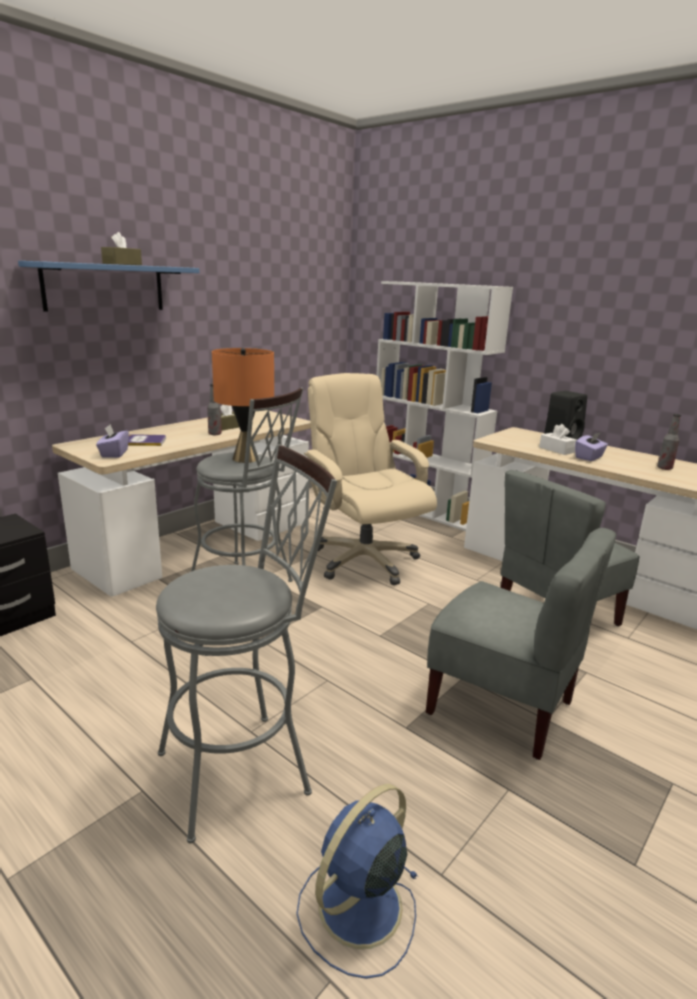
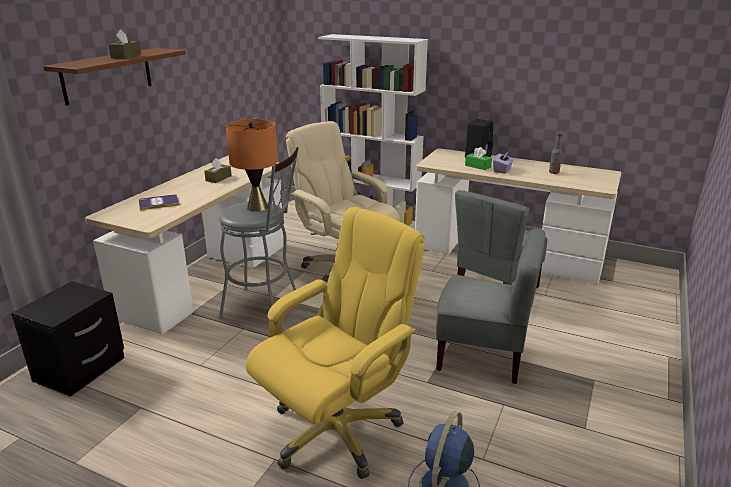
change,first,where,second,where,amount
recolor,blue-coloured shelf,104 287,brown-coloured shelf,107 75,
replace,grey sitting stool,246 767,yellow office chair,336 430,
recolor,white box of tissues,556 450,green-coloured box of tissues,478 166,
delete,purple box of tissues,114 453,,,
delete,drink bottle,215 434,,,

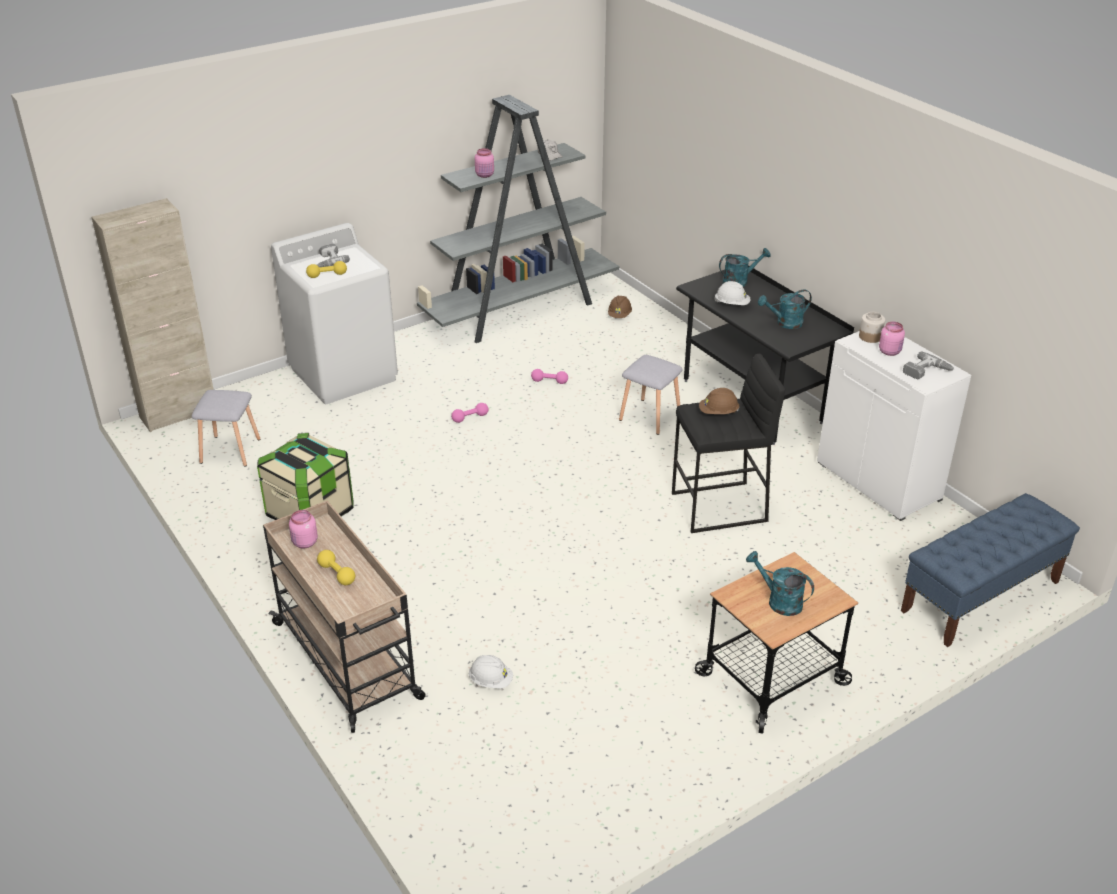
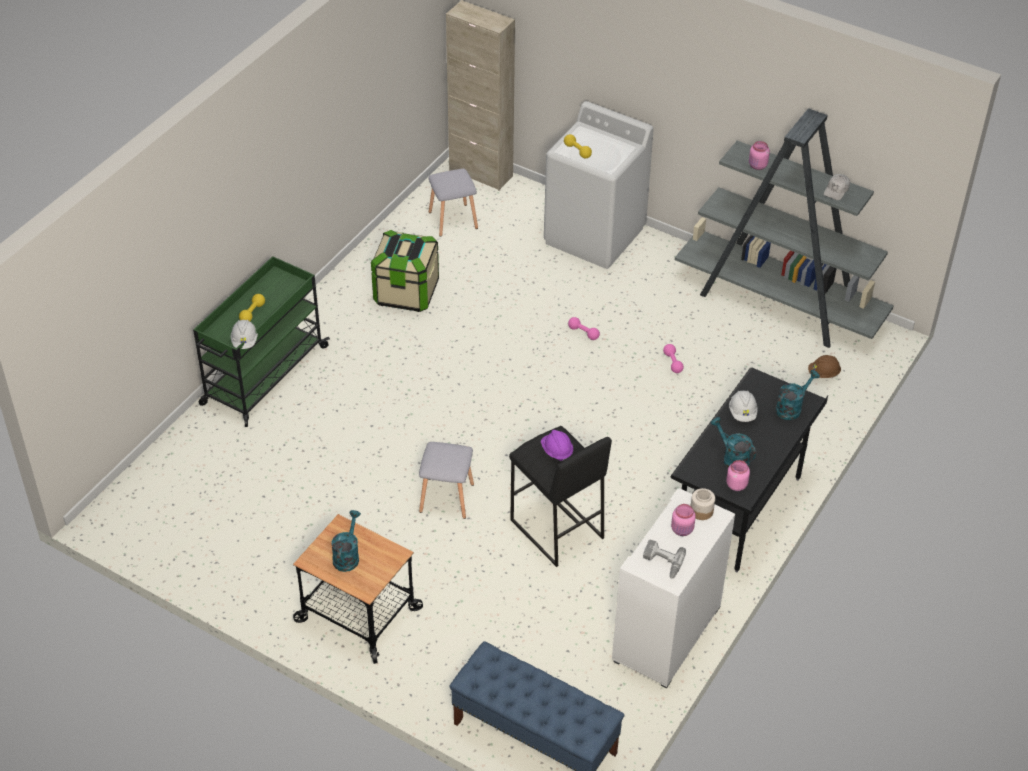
change,first,where,second,where,amount
recolor,sand-coloured trolley,348 662,green-coloured trolley,263 376,
move,white safety helmet,491 681,,244 341,
move,grey sitting stool,649 416,,446 497,
recolor,brown-coloured safety helmet,718 412,purple safety helmet,556 451,
move,pink jar,304 543,,735 485,
rotate,blue-green watering can,739 281,,792 407,90 degrees counterclockwise
delete,drill,328 261,,,

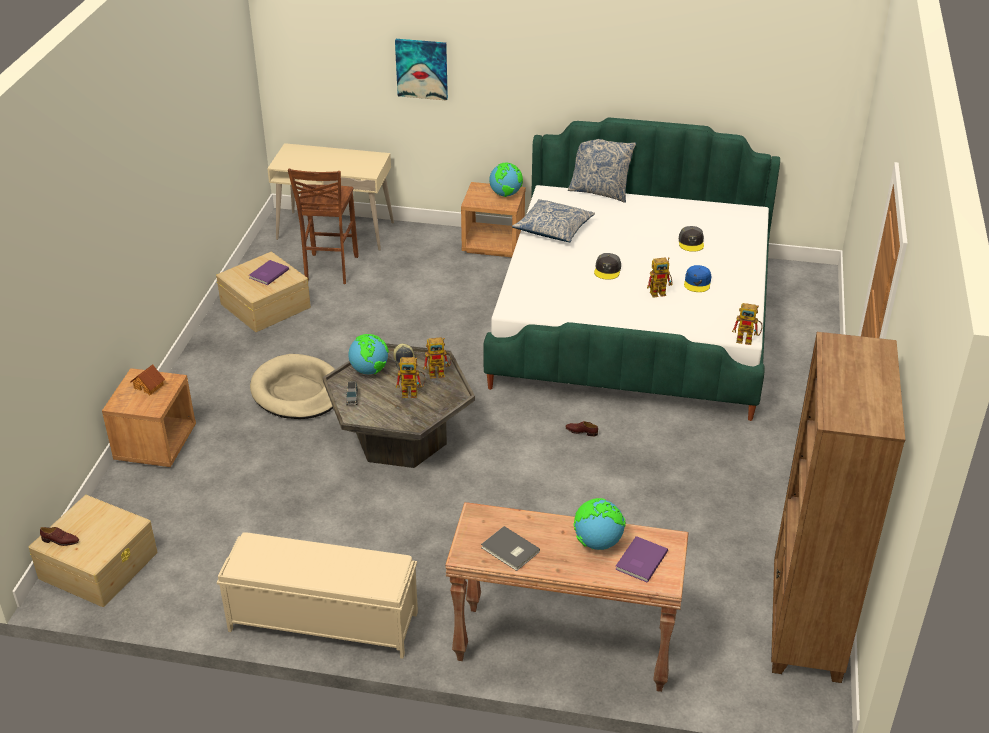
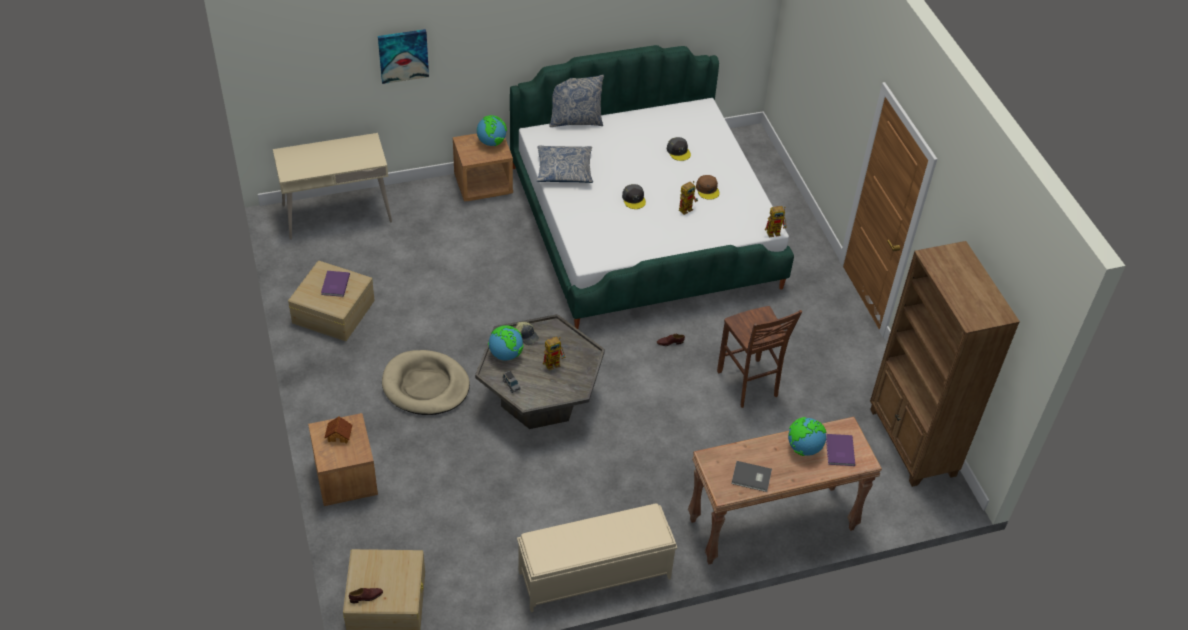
change,first,where,second,where,amount
recolor,blue-coloured cap,697 282,brown-coloured cap,707 189,
move,brown-coloured sitting stool,329 270,,748 385,
delete,model robot,440 373,,,

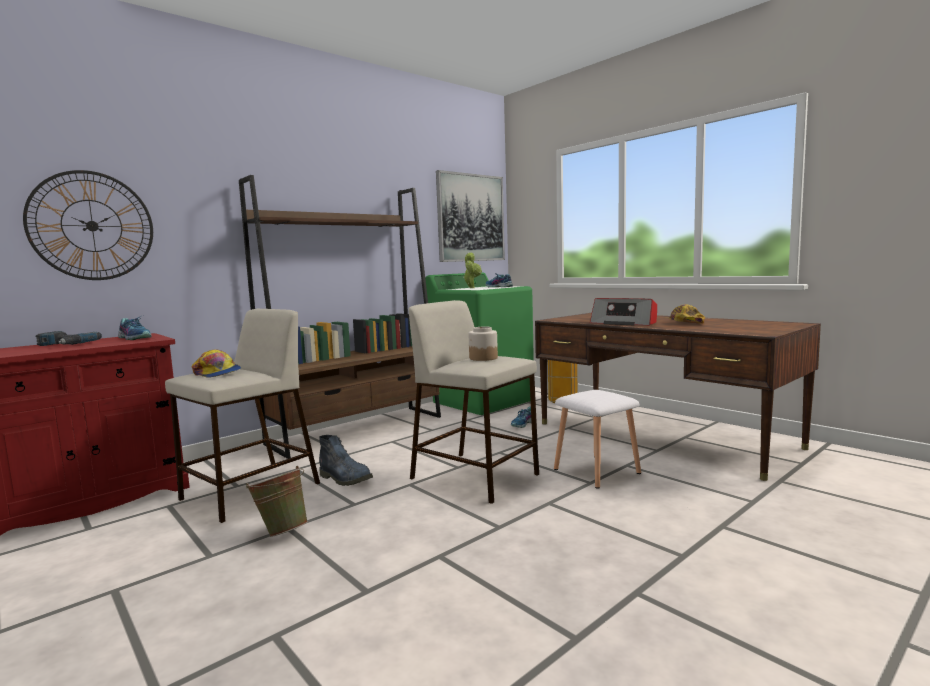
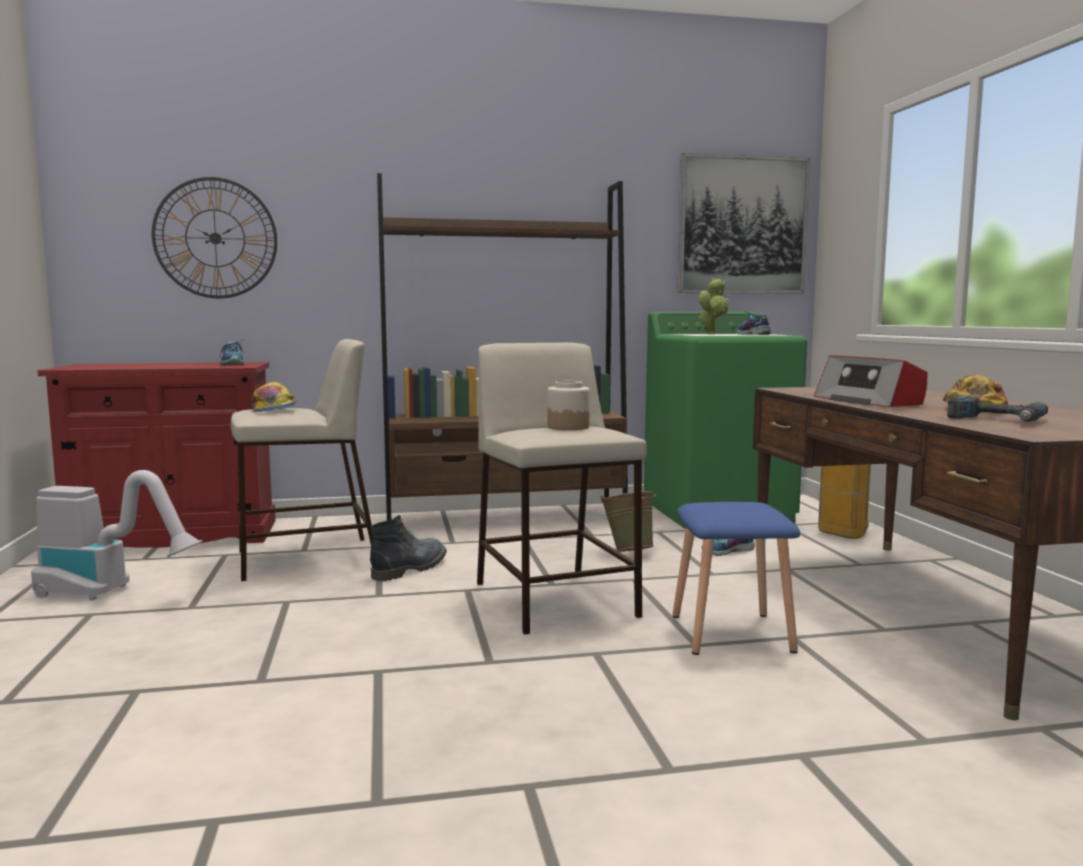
change,first,where,second,where,amount
insert,,,vacuum cleaner,110 593,
rotate,boot,346 479,,410 568,120 degrees counterclockwise
move,green-coloured bucket,282 531,,629 551,
recolor,white sitting stool,595 471,blue-coloured sitting stool,729 632,
move,drill,64 344,,994 420,

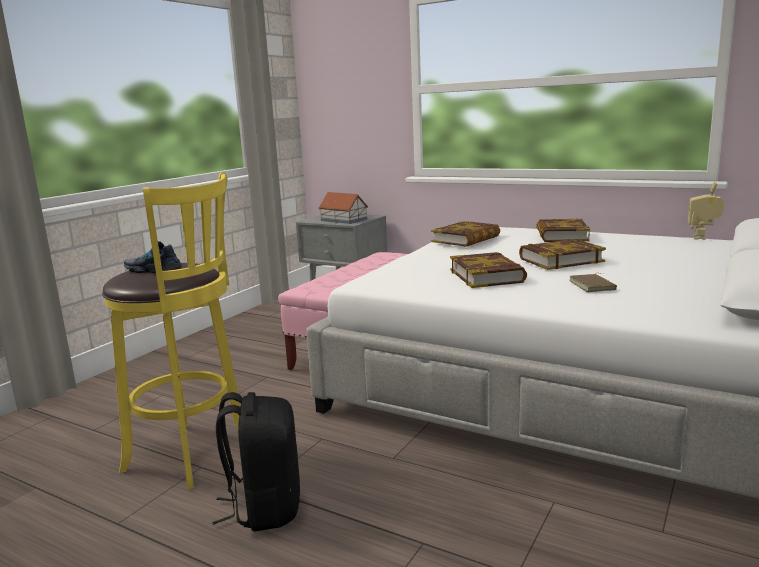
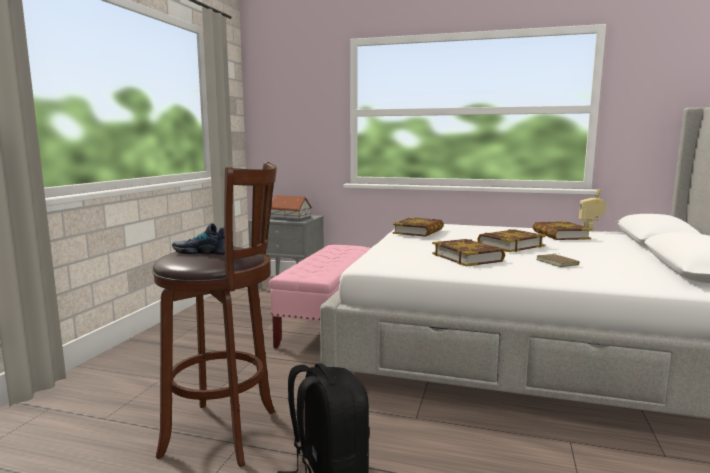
change,first,where,second,where,amount
recolor,yellow sitting stool,193 455,brown-coloured sitting stool,226 433,
move,volume,561 236,,560 235,

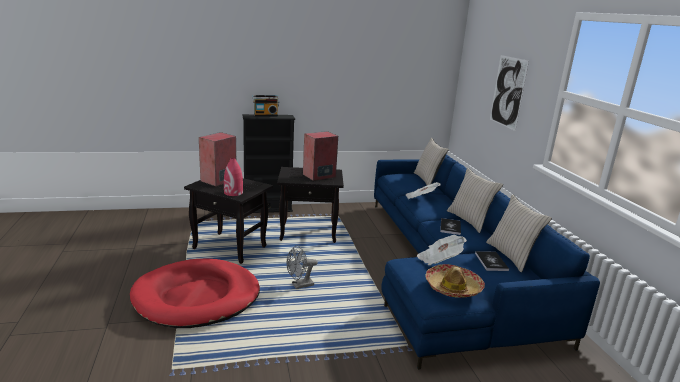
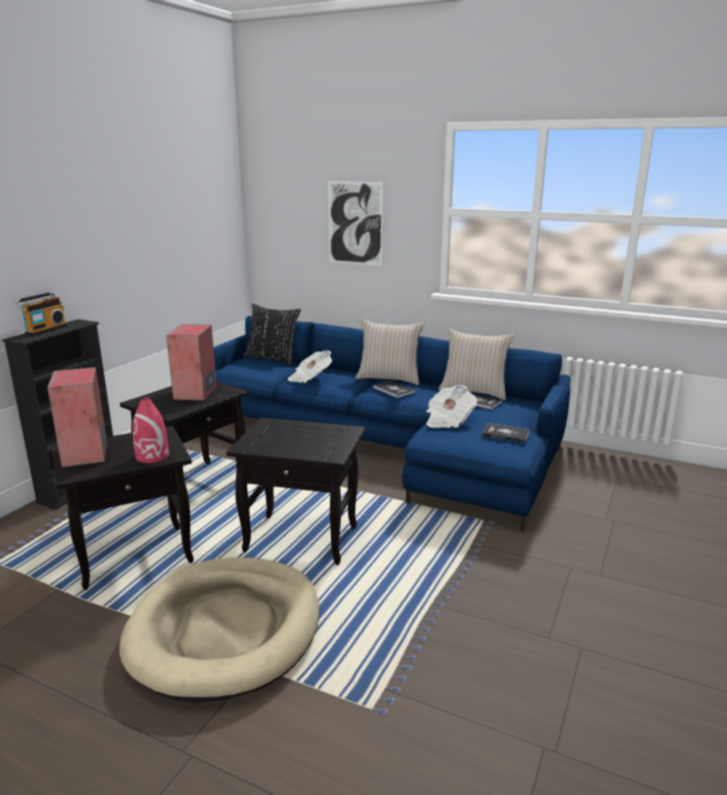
change,first,where,second,where,amount
recolor,red dog bed,197 297,sand-coloured dog bed,226 630,
replace,grey electric fan,299 285,black accent table,303 538,
recolor,sand-coloured throw pillow,427 180,black throw pillow,272 359,
replace,clothing hat,453 287,volume,505 434,

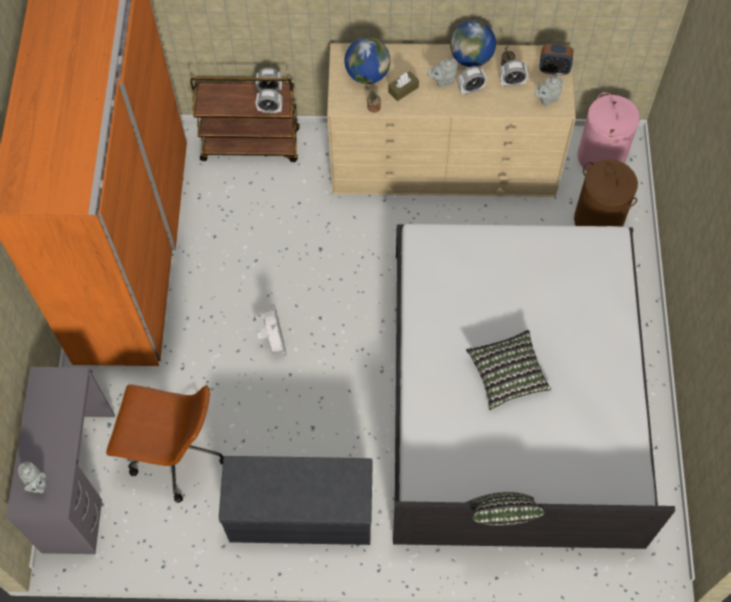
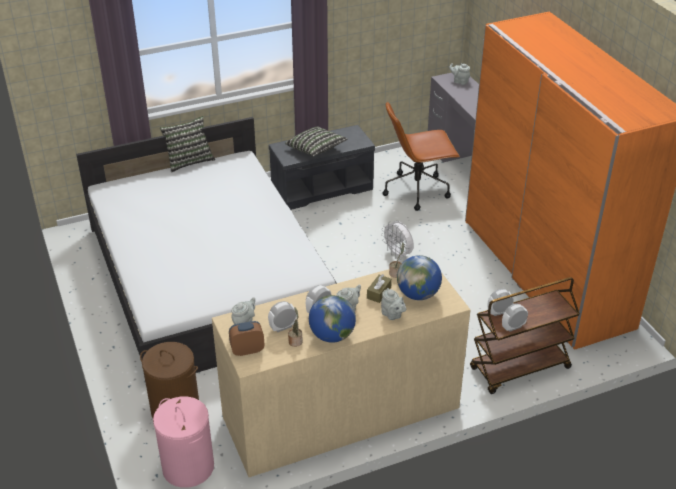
change,first,where,second,where,amount
move,throw pillow,507 375,,316 149,
insert,,,grey tea pot,392 315,

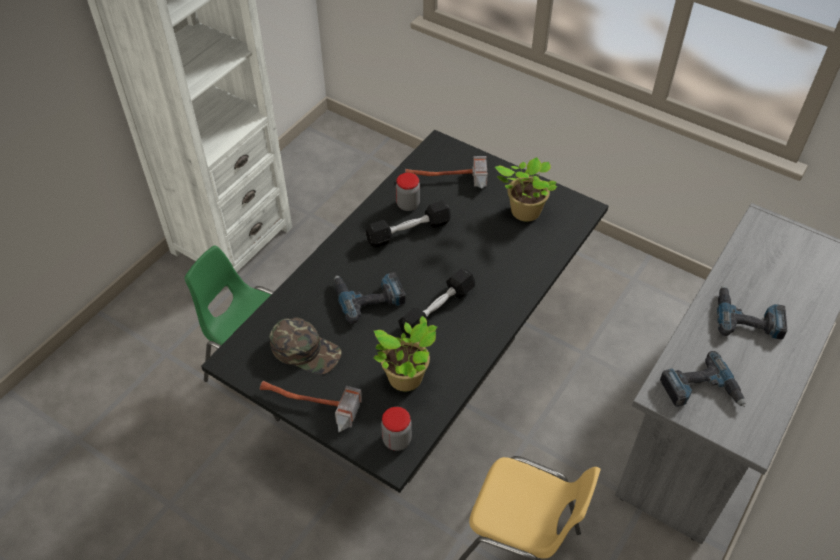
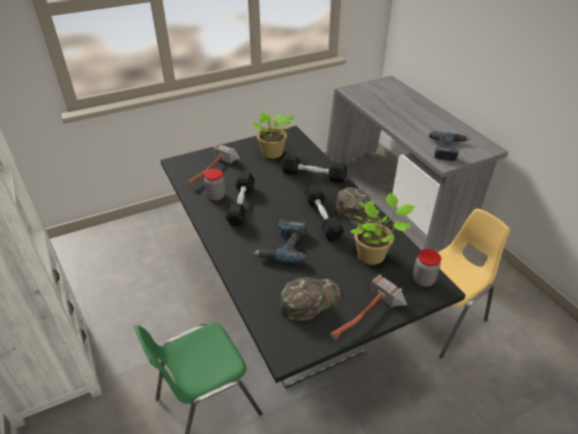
change,first,where,second,where,amount
insert,,,black free weight,313 175,
insert,,,green-coloured cap,359 213,
delete,drill,747 317,,,

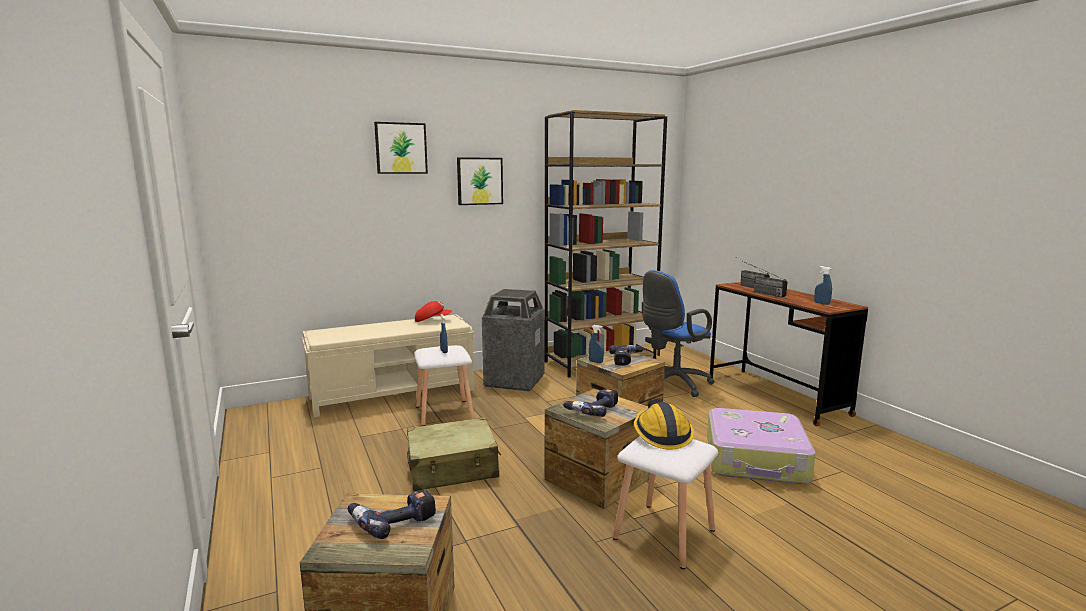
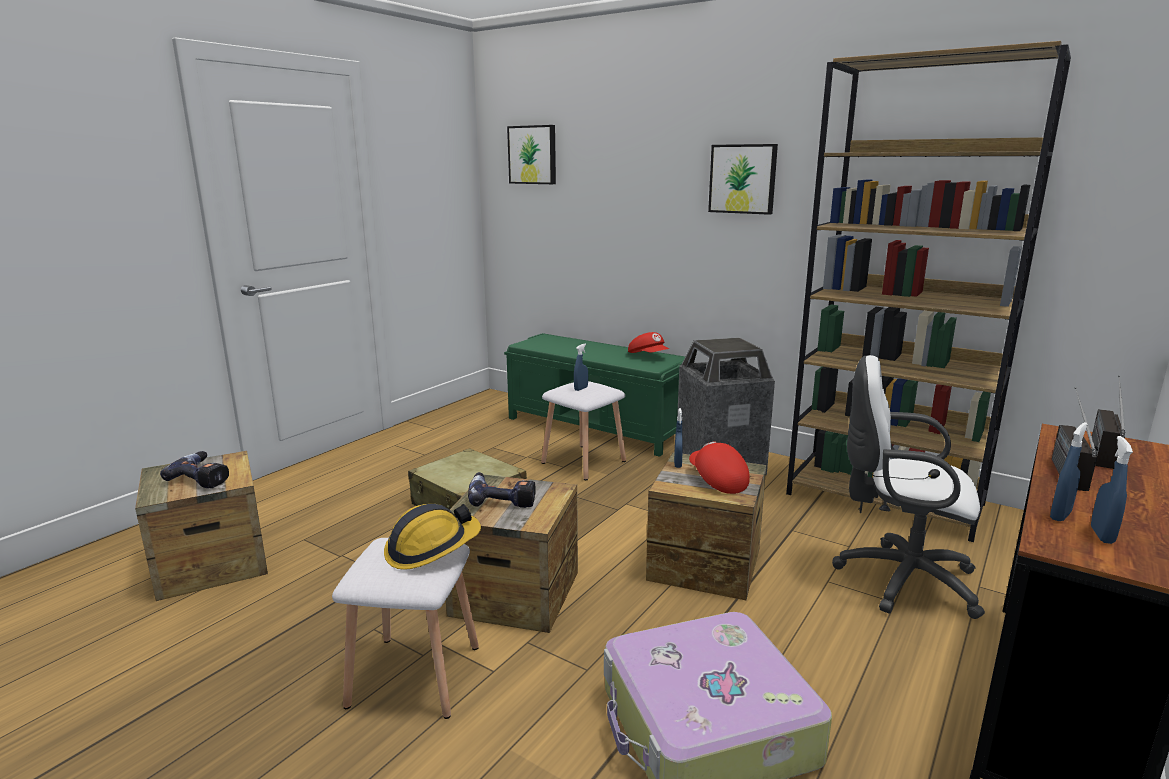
change,first,where,second,where,amount
recolor,sand-coloured long seat,394 393,green-coloured long seat,597 427,
move,wall picture,401 148,,533 155,
replace,drill,627 360,red cap,716 480,
recolor,blue-coloured office chair,672 385,white office chair,899 579,
insert,,,blue-coloured hand sprayer,1060 515,

